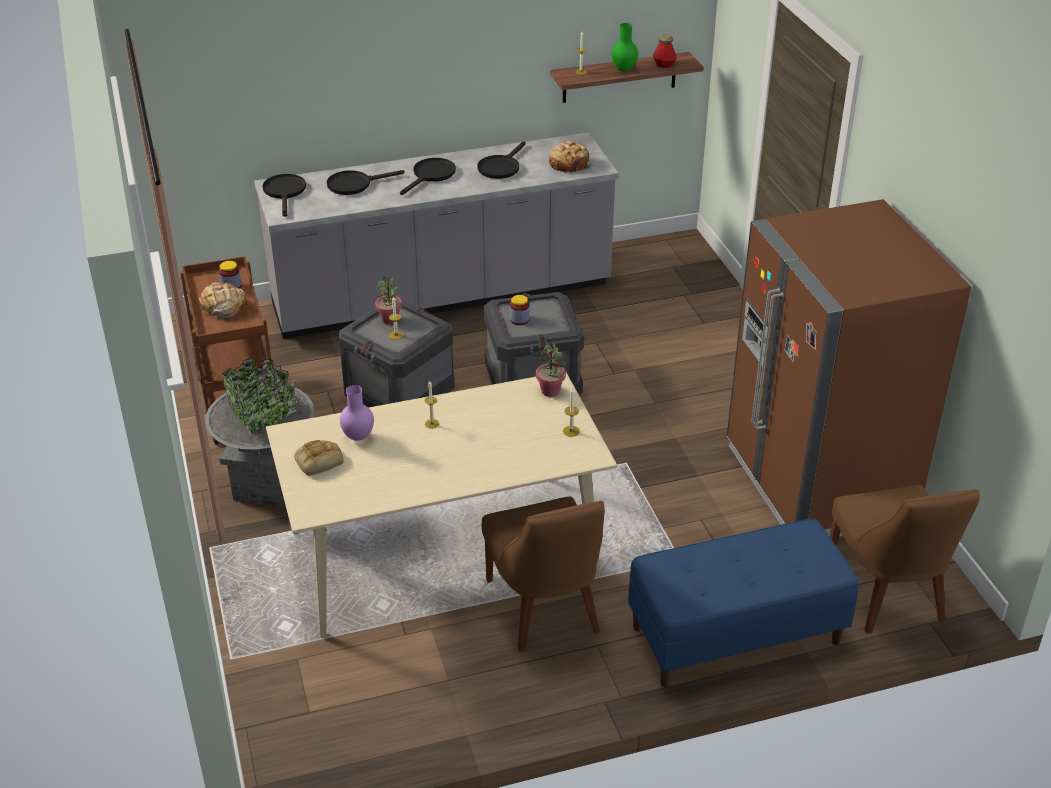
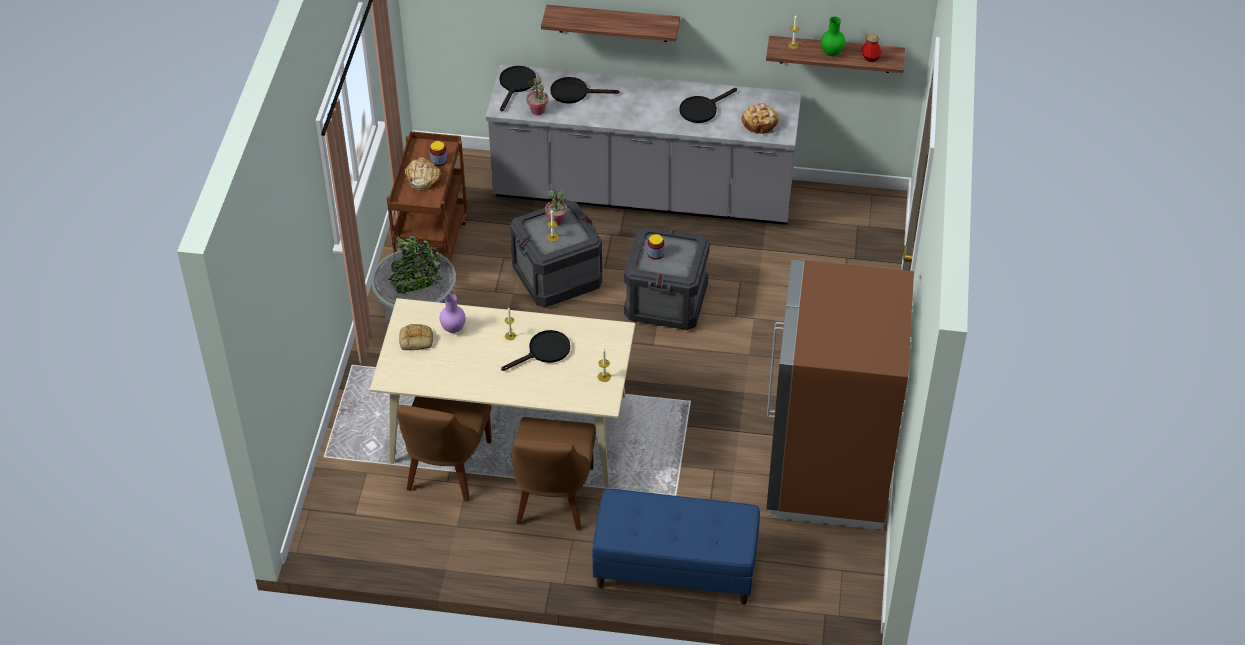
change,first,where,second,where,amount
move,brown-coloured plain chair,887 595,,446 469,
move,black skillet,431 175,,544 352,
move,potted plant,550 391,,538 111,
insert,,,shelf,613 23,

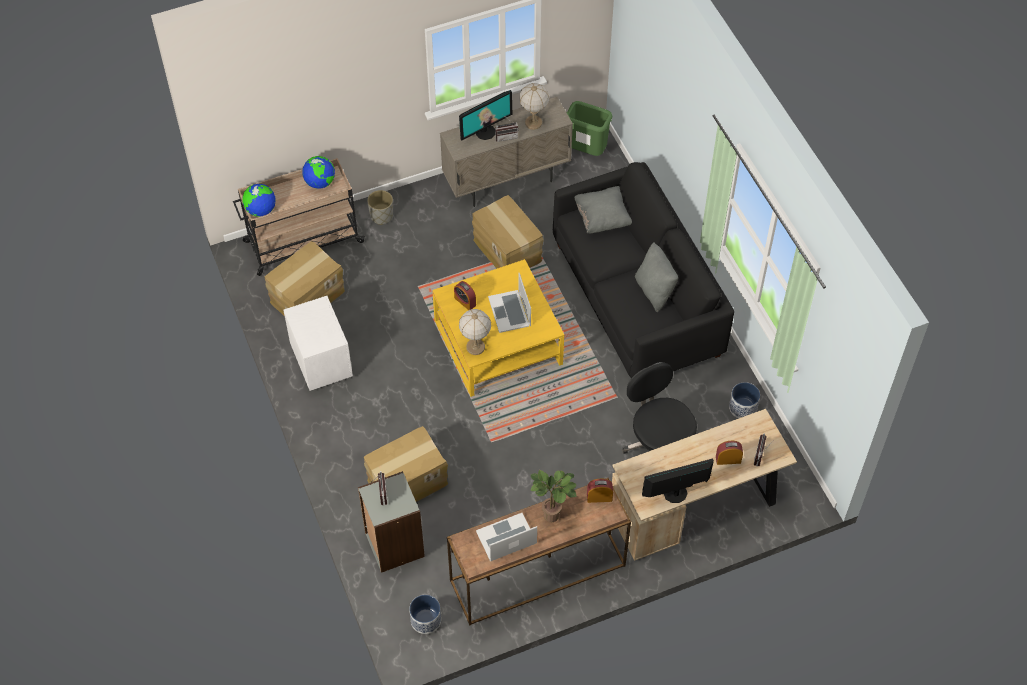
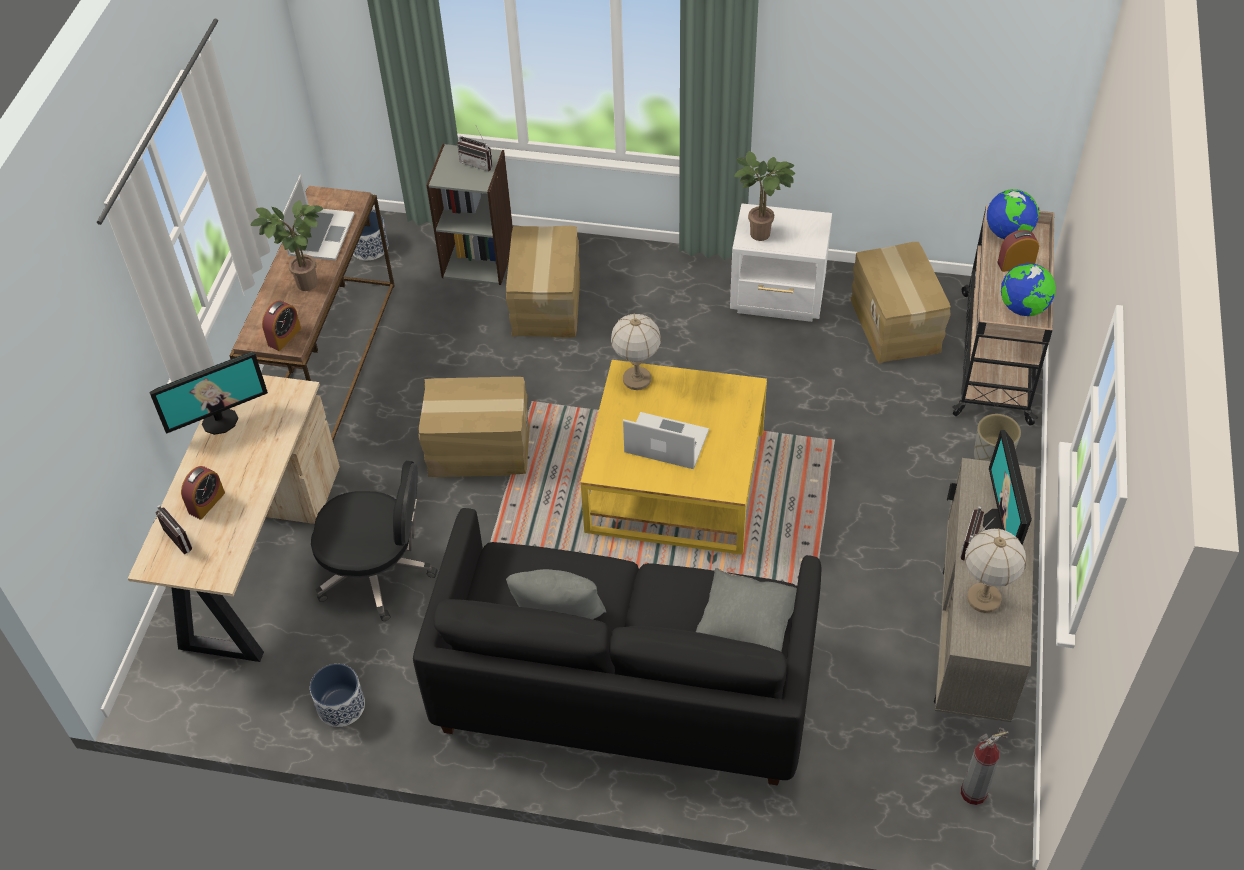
change,first,where,second,where,amount
rotate,computer display,675 494,,220 420,45 degrees clockwise
move,cardboard box,508 250,,478 449,
insert,,,potted plant,764 233,
replace,green-coloured trash can,587 151,fire extinguisher,973 793,
move,bedside clock,465 301,,1015 264,

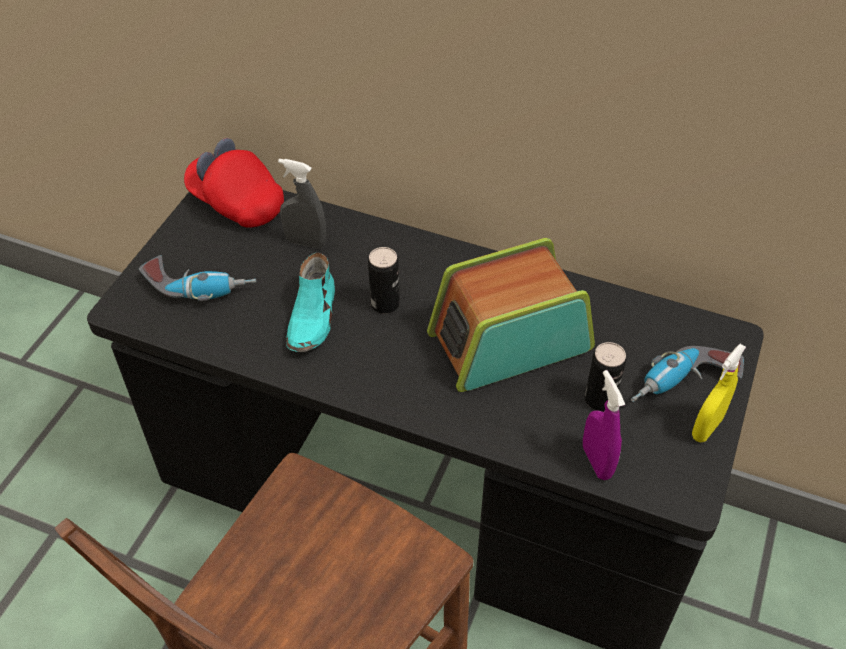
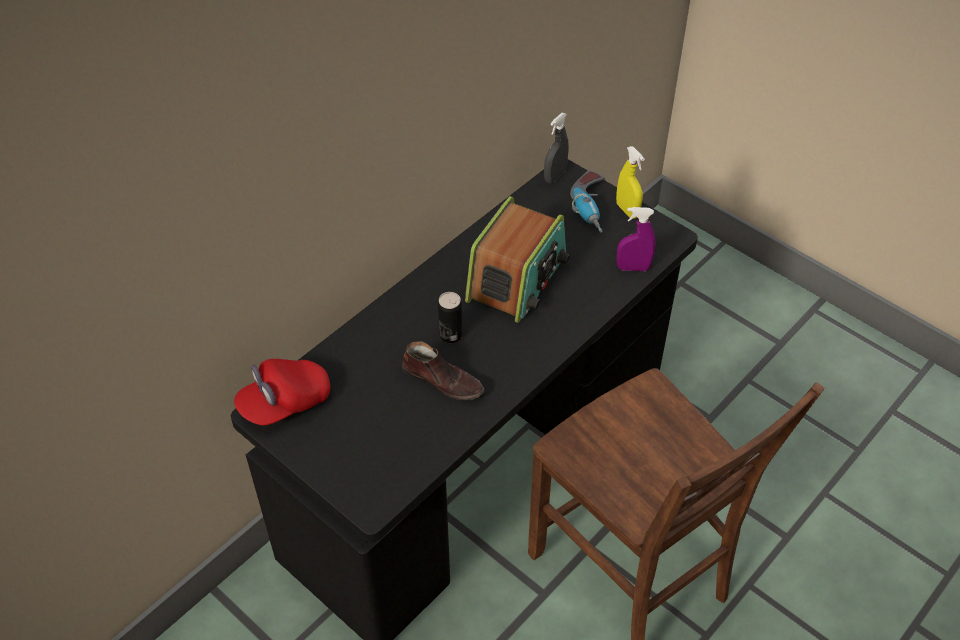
change,first,where,second,where,amount
recolor,blue-green shoe,313 317,brown-coloured shoe,443 380,
rotate,radio receiver,508 341,,517 278,150 degrees counterclockwise
move,grey hand sprayer,305 242,,555 176,
delete,drill,199 286,,,
delete,metal can,600 399,,,

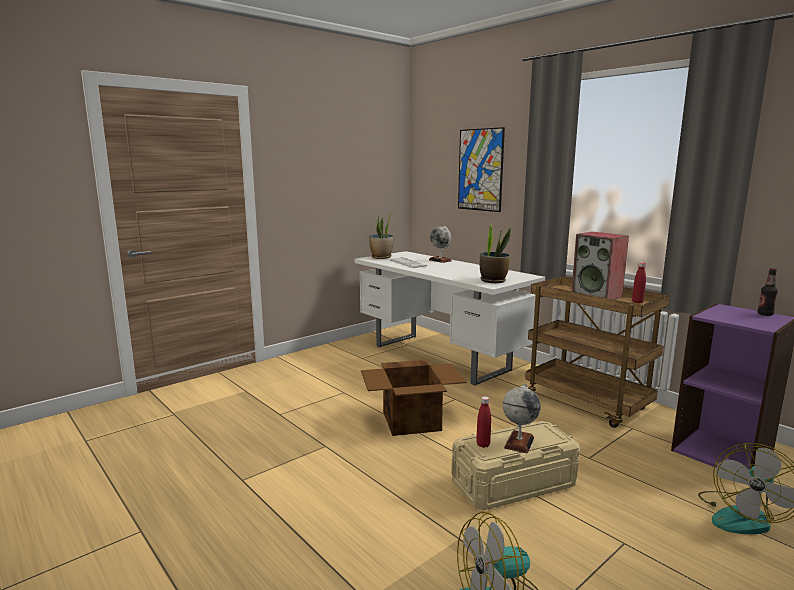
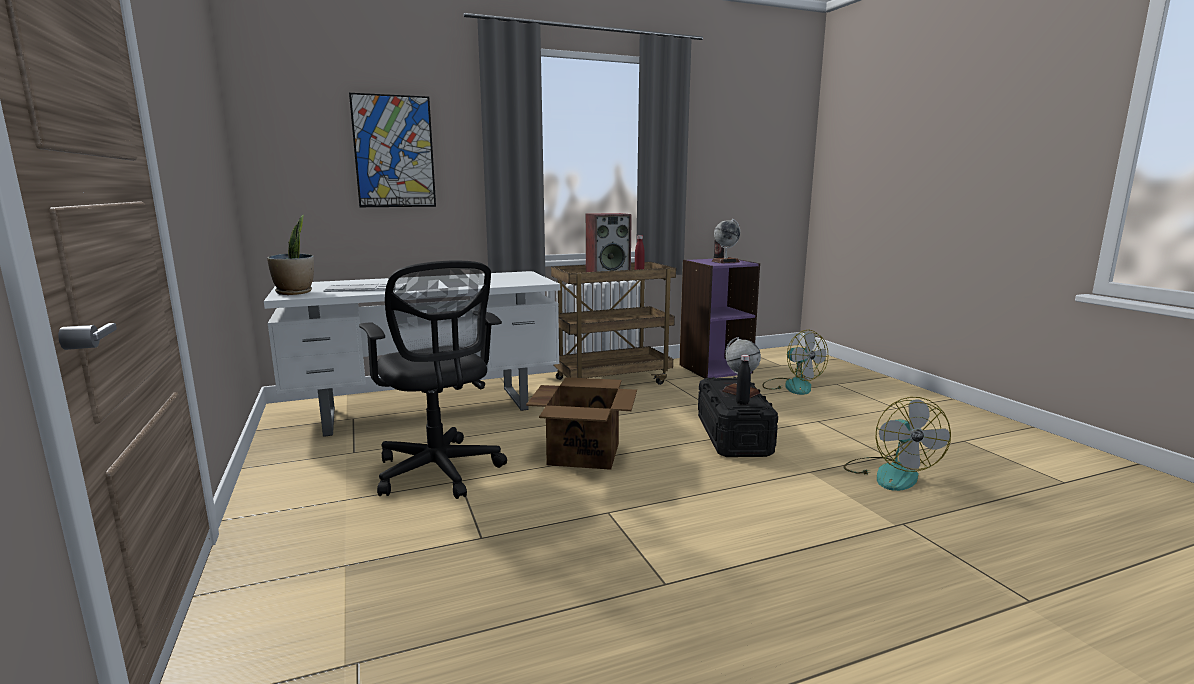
change,first,where,second,where,amount
insert,,,black office chair,439 473,
recolor,sand-coloured storage container,514 484,black storage container,733 435,
move,desk globe,440 260,,725 261,
recolor,red drink bottle,483 444,black drink bottle,742 403,
delete,potted plant,493 281,,,

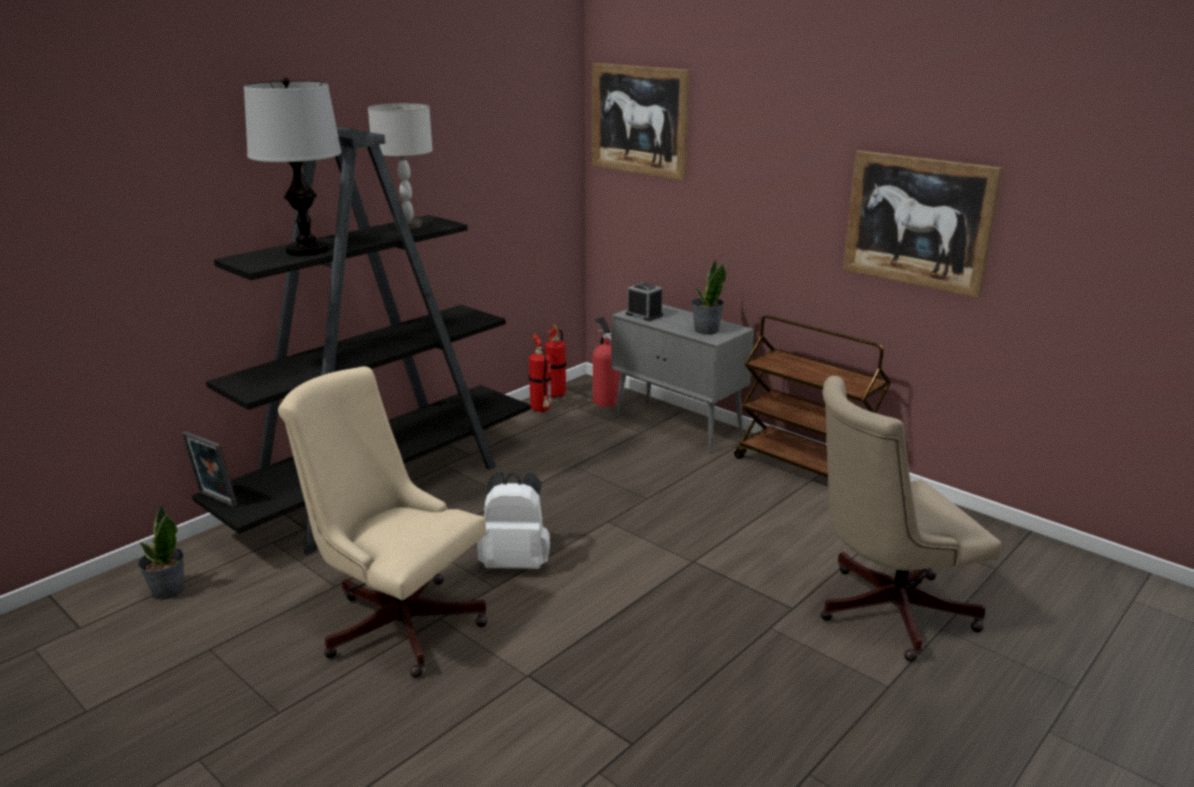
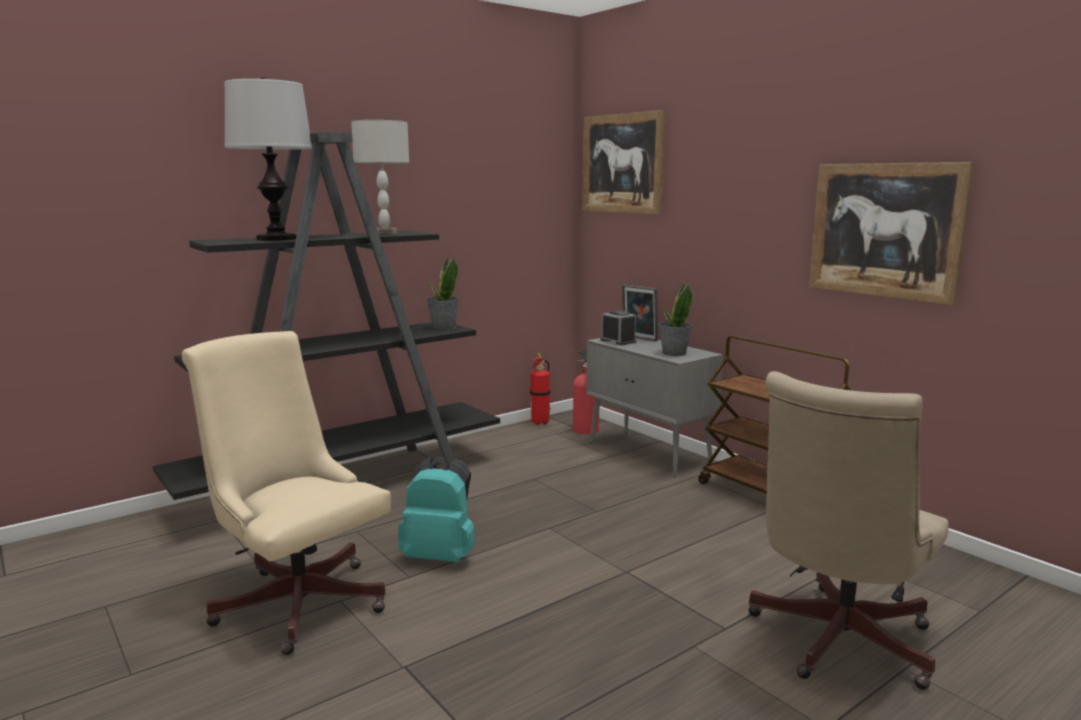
change,first,where,second,where,amount
recolor,white backpack,516 562,blue-green backpack,441 556,
move,potted plant,167 591,,443 327,
move,standing frame,215 500,,639 338,
rotate,sand-coloured office chair,884 611,,835 642,45 degrees counterclockwise
delete,fire extinguisher,541 411,,,

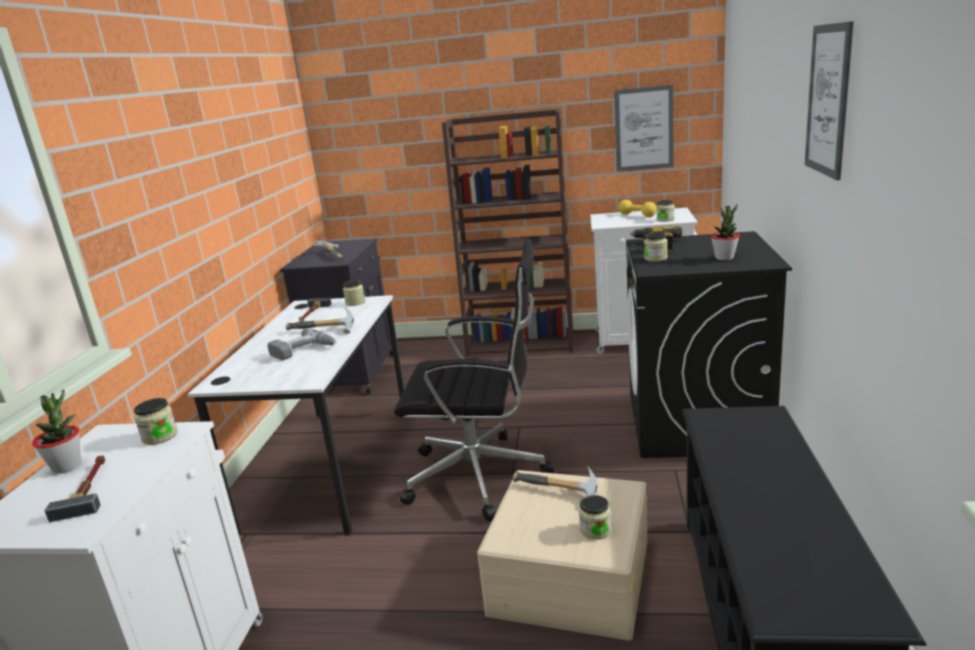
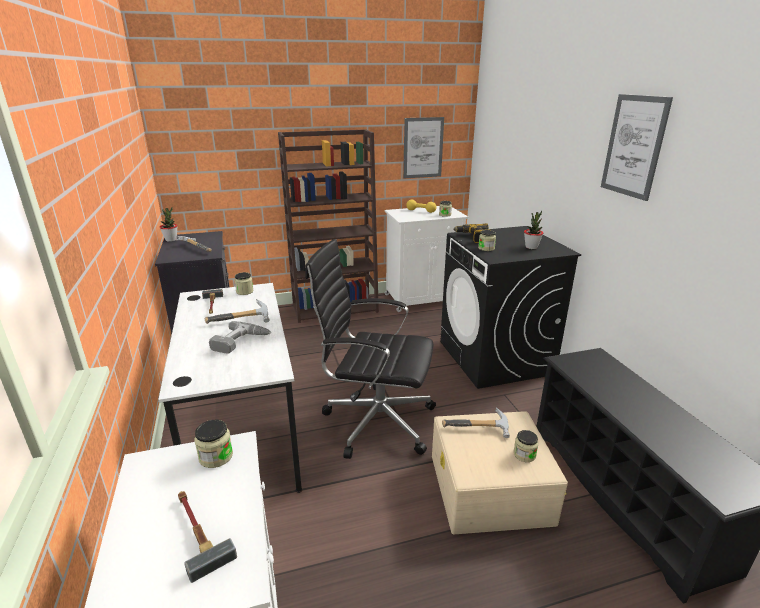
change,first,where,second,where,amount
move,potted plant,67 466,,171 240,
rotate,black office chair,481 476,,375 421,150 degrees counterclockwise

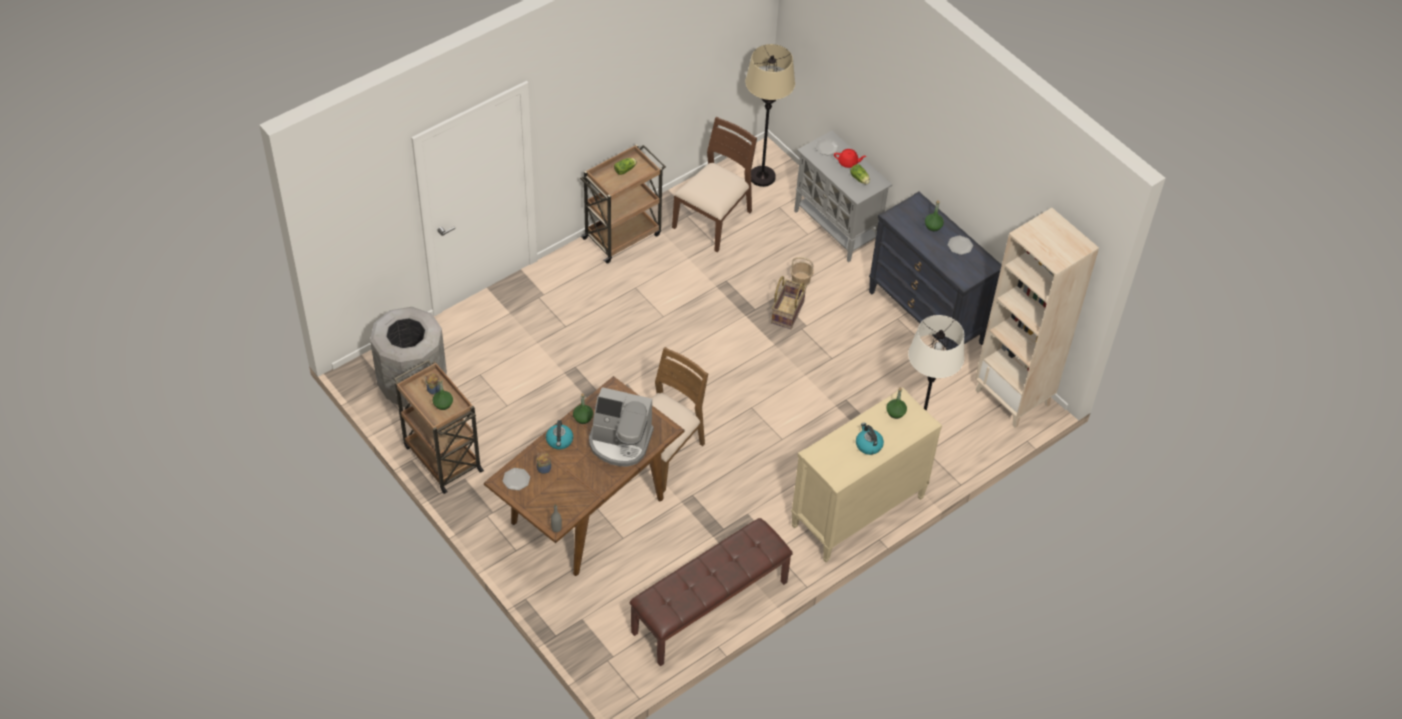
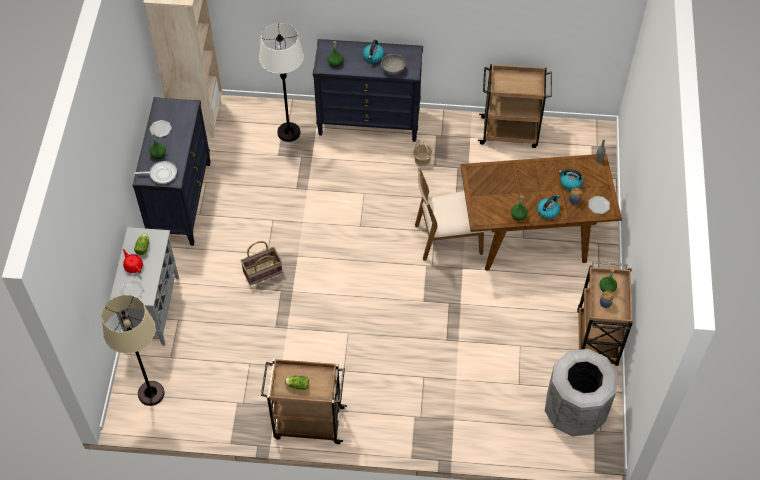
change,first,where,second,where,amount
insert,,,skillet,161 174,
recolor,sand-coloured dresser,857 512,black dresser,369 122,
insert,,,grey deep dish,393 69,
move,storage basket,801 280,,422 159,
replace,brown-coloured long seat,710 608,brown-coloured trolley,510 132,
insert,,,water kettle,570 183,
delete,coffee maker,620 442,,,
delete,brown-coloured plain chair,714 219,,,

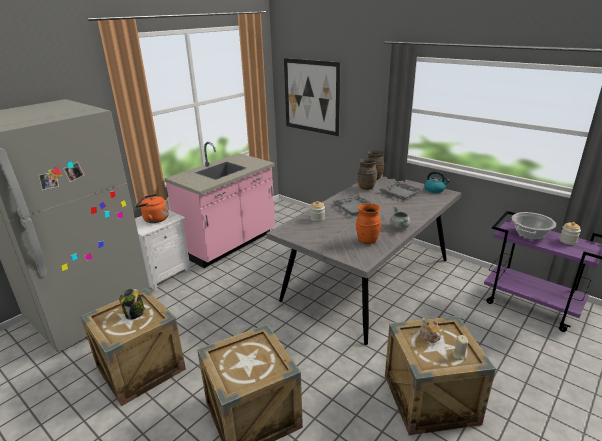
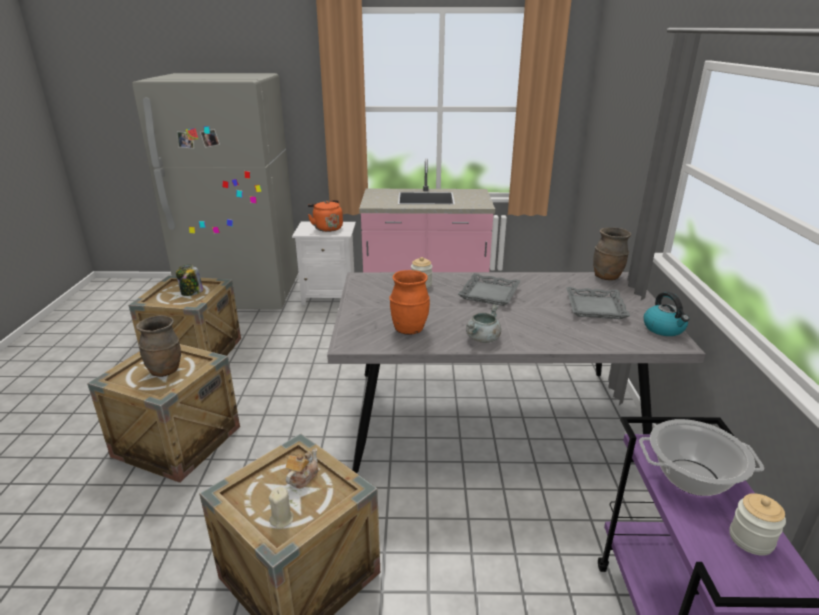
change,first,where,second,where,amount
move,brown-coloured decorative vase,366 187,,165 371,
delete,wall picture,311 96,,,

